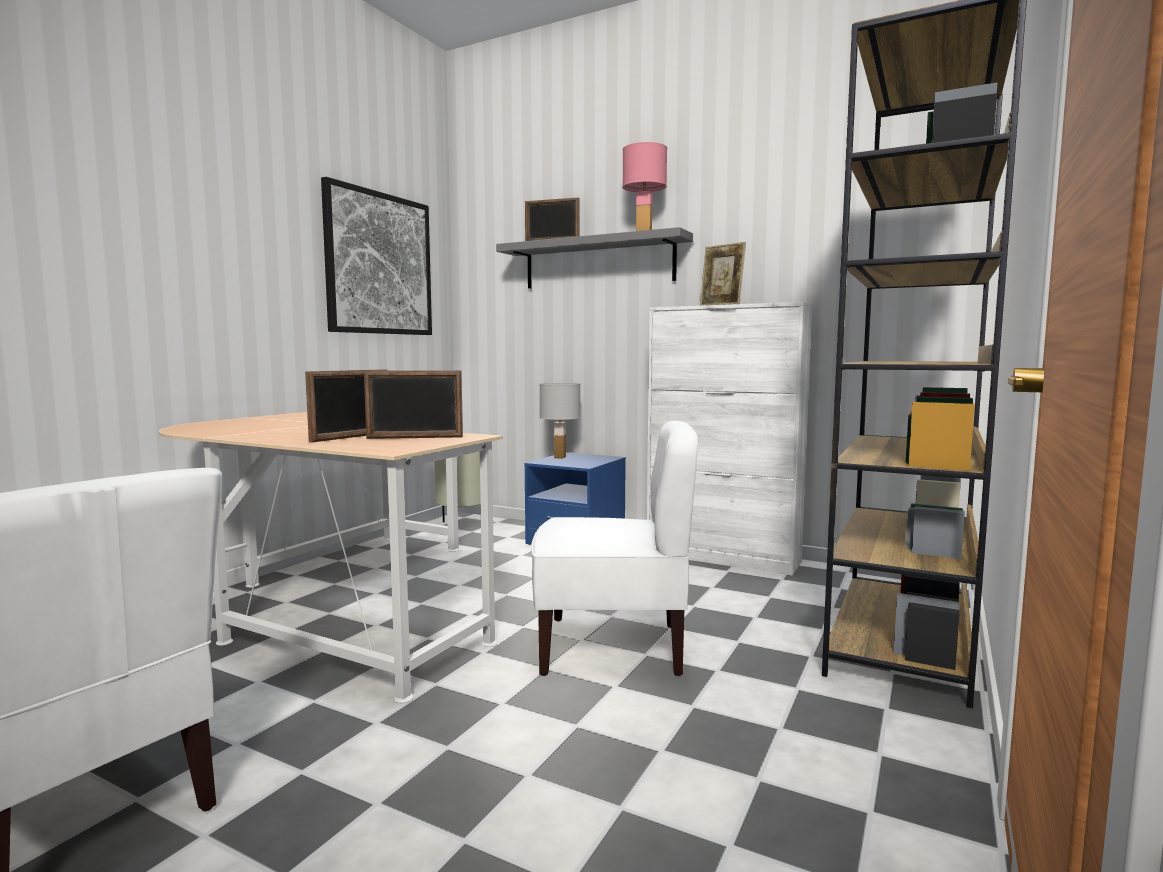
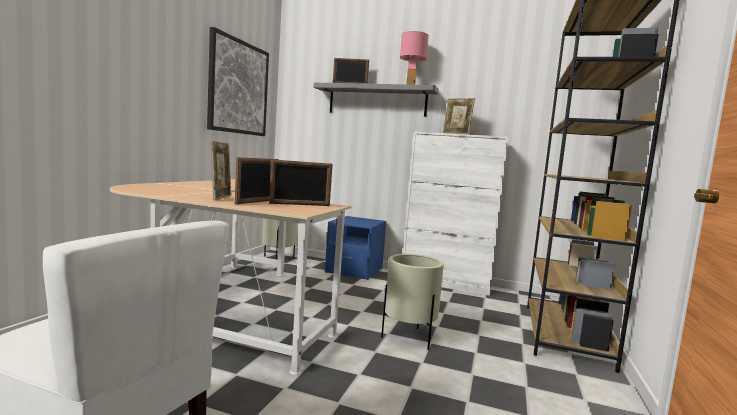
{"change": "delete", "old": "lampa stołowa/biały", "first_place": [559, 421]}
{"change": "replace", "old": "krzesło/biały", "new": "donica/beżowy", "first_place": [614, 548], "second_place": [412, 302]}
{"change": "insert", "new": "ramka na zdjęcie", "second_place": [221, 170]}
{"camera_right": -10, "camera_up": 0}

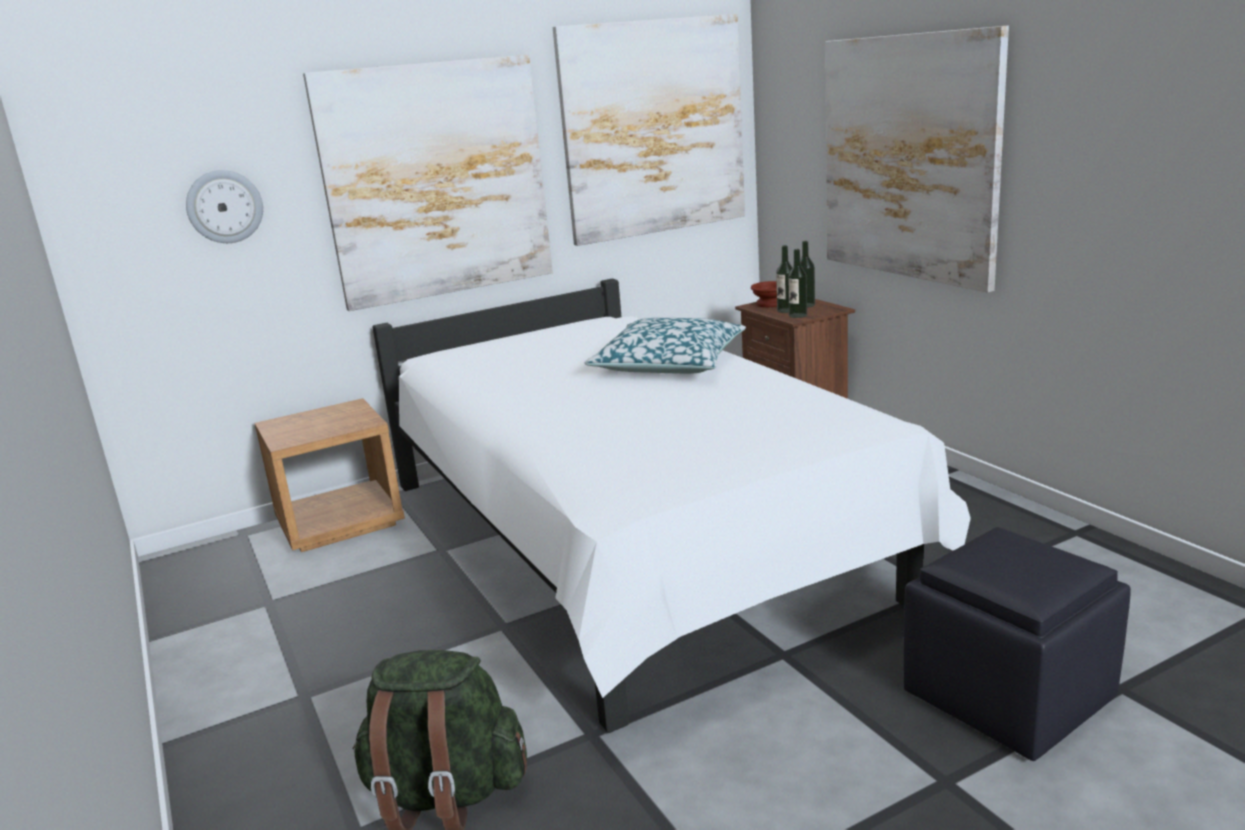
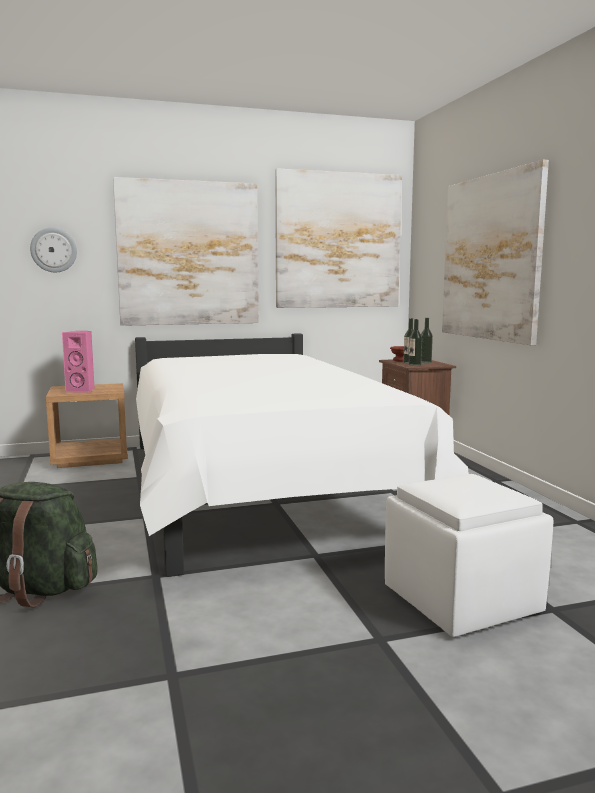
{"change": "delete", "old": "poduszka", "first_place": [665, 346]}
{"change": "recolor", "old": "pufa/czarny", "new": "pufa/biały", "first_place": [1017, 644], "second_place": [469, 555]}
{"change": "insert", "new": "głośnik/różowy", "second_place": [78, 362]}
{"camera_right": 10, "camera_up": -10}

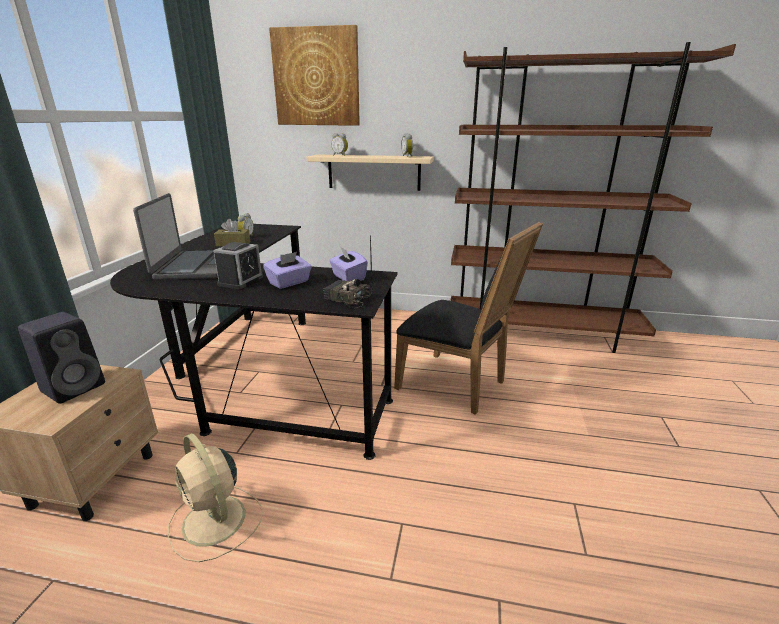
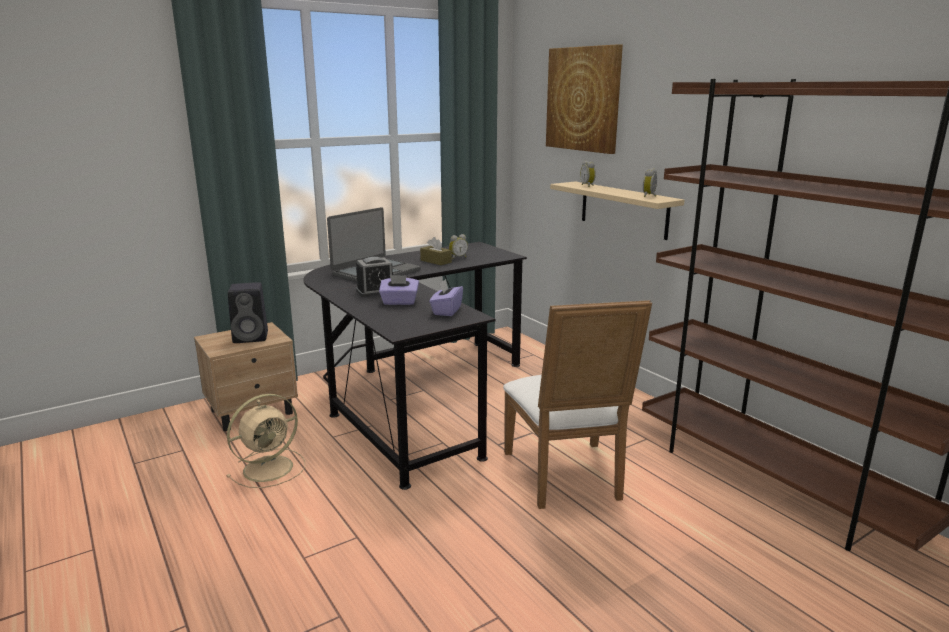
{"change": "recolor", "old": "krzesło/czarny", "new": "krzesło/biały", "first_place": [468, 318], "second_place": [577, 404]}
{"change": "delete", "old": "radio", "first_place": [348, 272]}
{"change": "rotate", "old": "wentylator/beżowy", "first_place": [215, 497], "second_place": [266, 441], "degrees": -135}
{"camera_right": 45, "camera_up": -5}

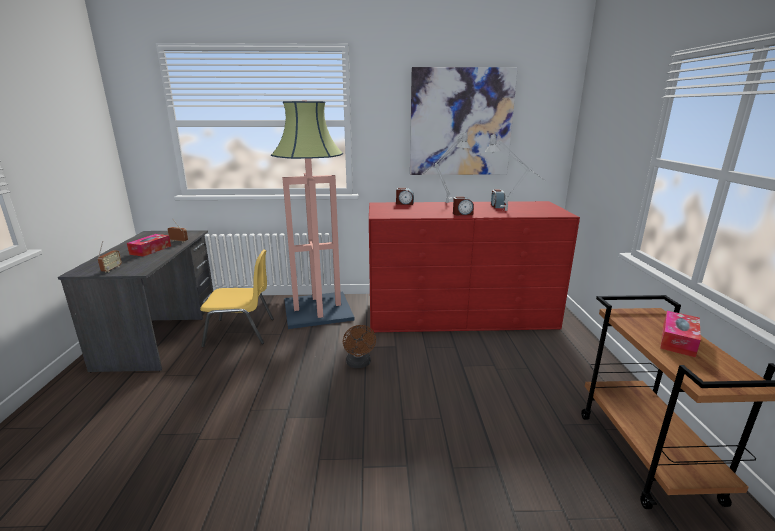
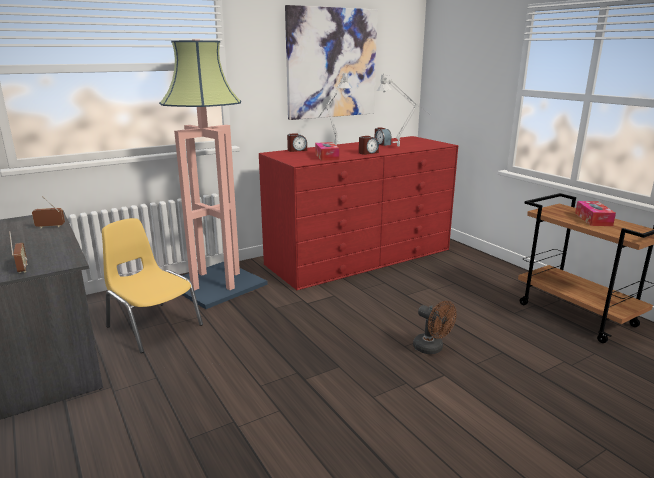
{"change": "move", "old": "pudełko chusteczek", "first_place": [149, 245], "second_place": [327, 151]}
{"change": "rotate", "old": "krzesło/żółty", "first_place": [237, 298], "second_place": [152, 285], "degrees": -105}
{"change": "move", "old": "wentylator/brązowy", "first_place": [359, 346], "second_place": [434, 327]}
{"camera_right": -30, "camera_up": 0}

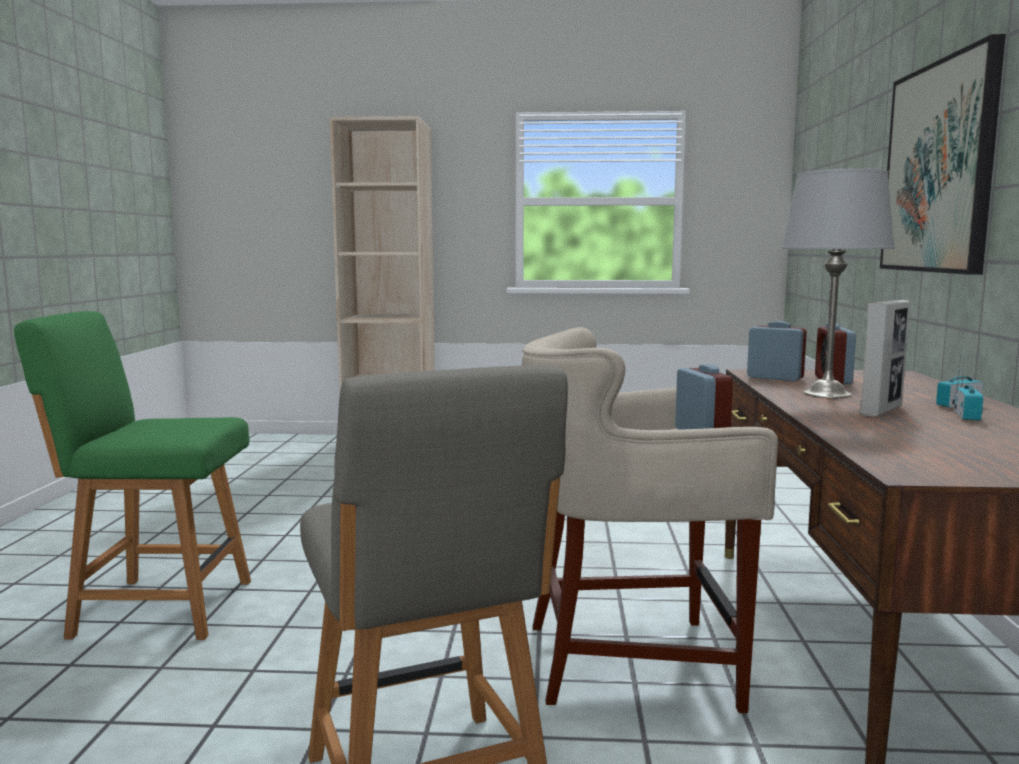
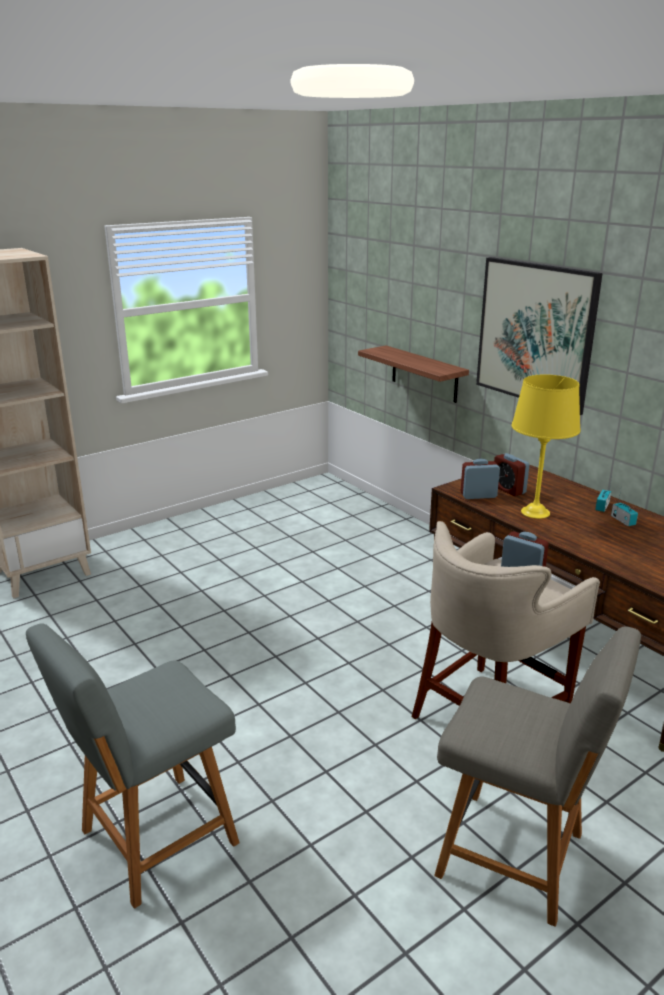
{"change": "recolor", "old": "lampa stołowa/szary", "new": "lampa stołowa/żółty", "first_place": [838, 283], "second_place": [546, 447]}
{"change": "delete", "old": "ramka na zdjęcie", "first_place": [885, 358]}
{"change": "recolor", "old": "krzesło/zielony", "new": "krzesło/szary", "first_place": [132, 475], "second_place": [132, 766]}
{"change": "insert", "new": "półka", "second_place": [413, 374]}
{"camera_right": -40, "camera_up": 15}

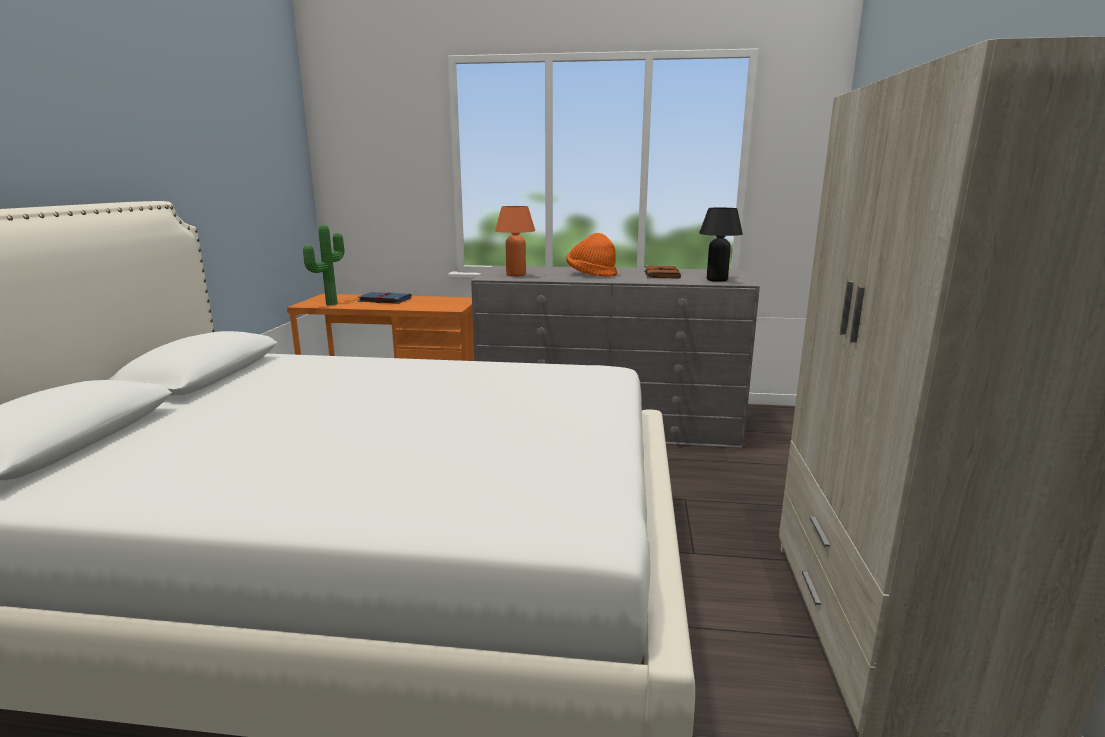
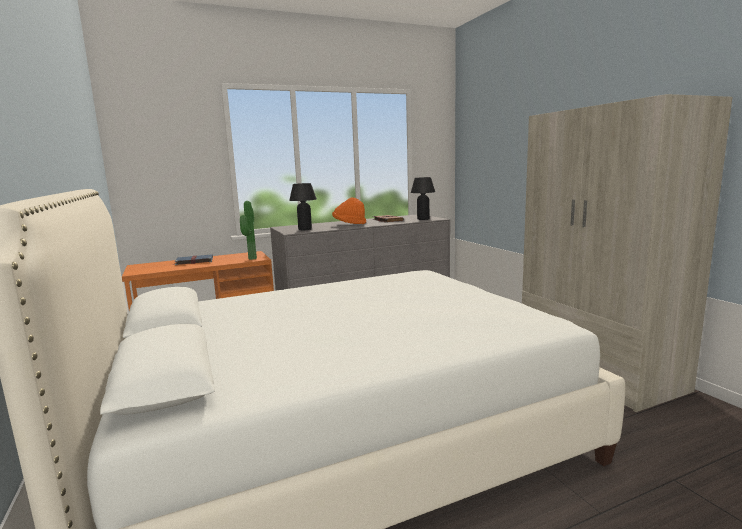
{"change": "recolor", "old": "lampa stołowa/pomarańczowy", "new": "lampa stołowa/czarny", "first_place": [515, 241], "second_place": [303, 206]}
{"change": "move", "old": "roślina doniczkowa", "first_place": [324, 265], "second_place": [248, 230]}
{"camera_right": -30, "camera_up": -5}

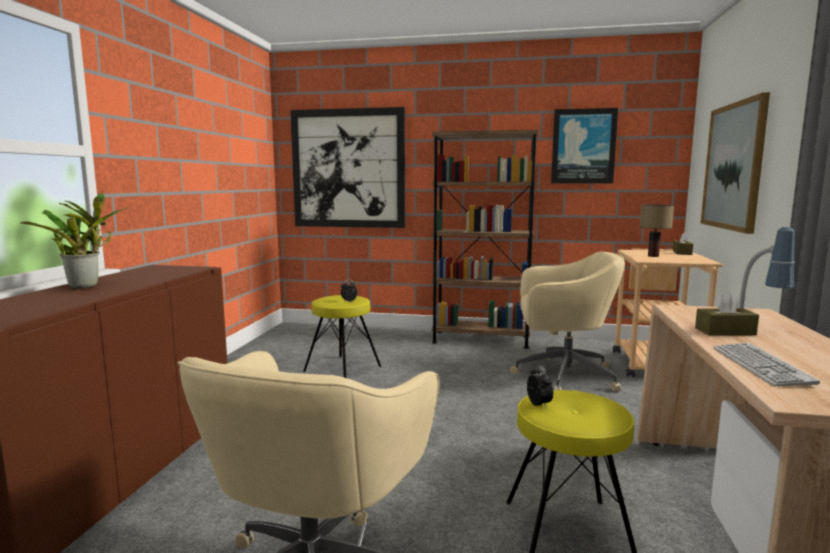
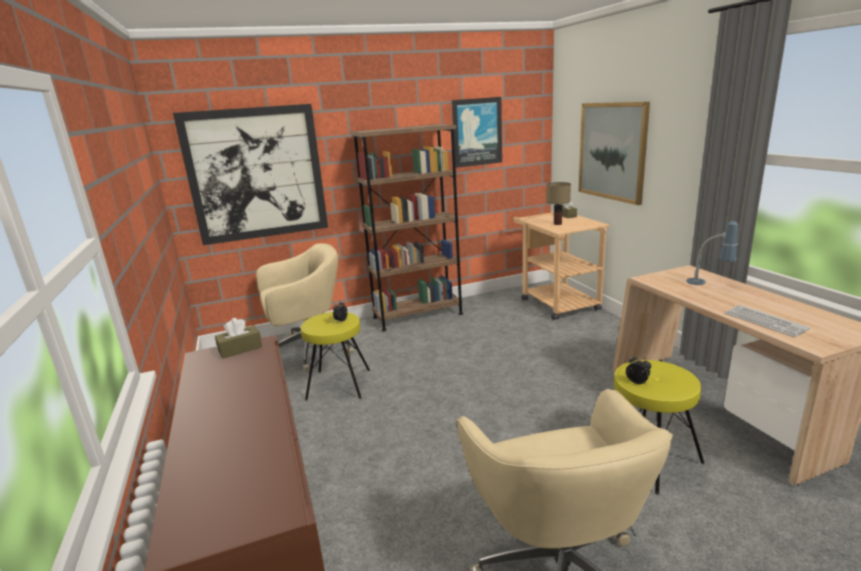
{"change": "delete", "old": "roślina doniczkowa", "first_place": [74, 241]}
{"change": "move", "old": "krzesło biurowe/beżowy", "first_place": [567, 321], "second_place": [305, 307]}
{"change": "move", "old": "pudełko chusteczek/brązowy", "first_place": [727, 313], "second_place": [238, 338]}
{"camera_right": -30, "camera_up": 10}

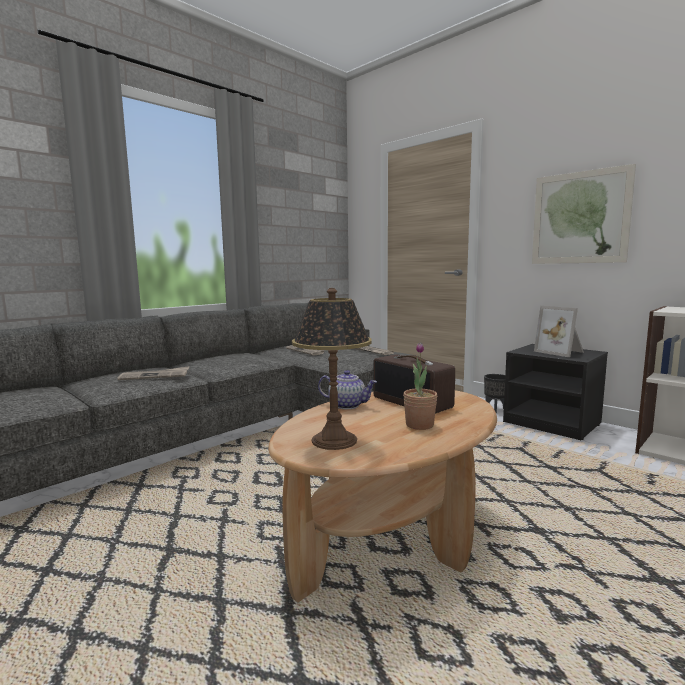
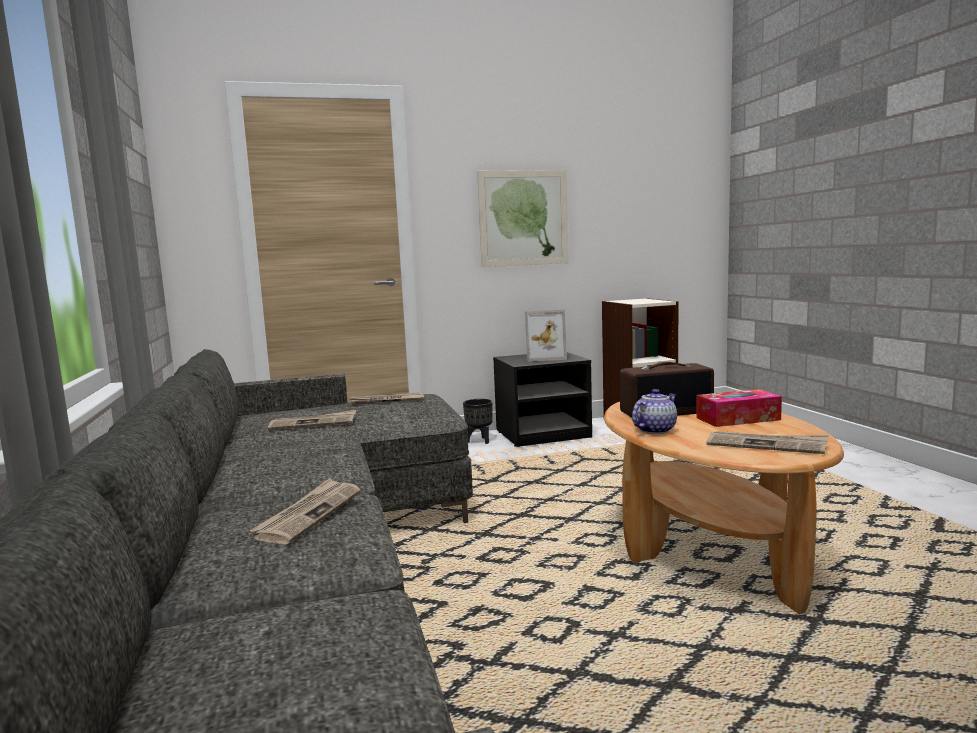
{"change": "replace", "old": "lampa stołowa", "new": "gazeta", "first_place": [332, 369], "second_place": [768, 442]}
{"change": "replace", "old": "roślina doniczkowa", "new": "pudełko chusteczek", "first_place": [420, 386], "second_place": [739, 408]}
{"camera_right": -60, "camera_up": 0}

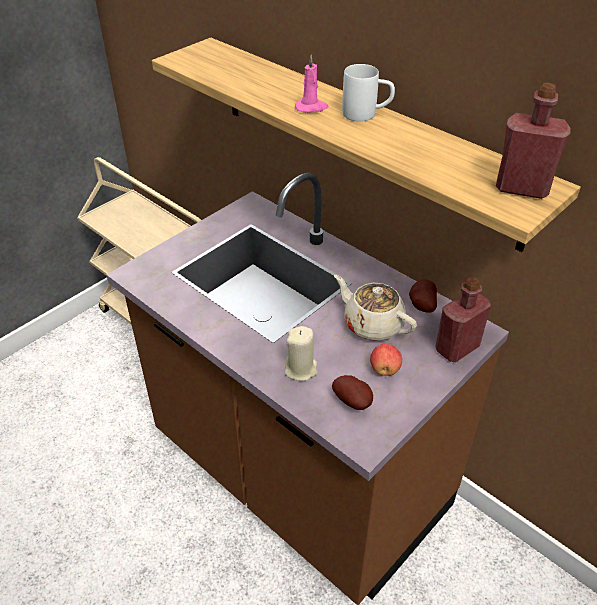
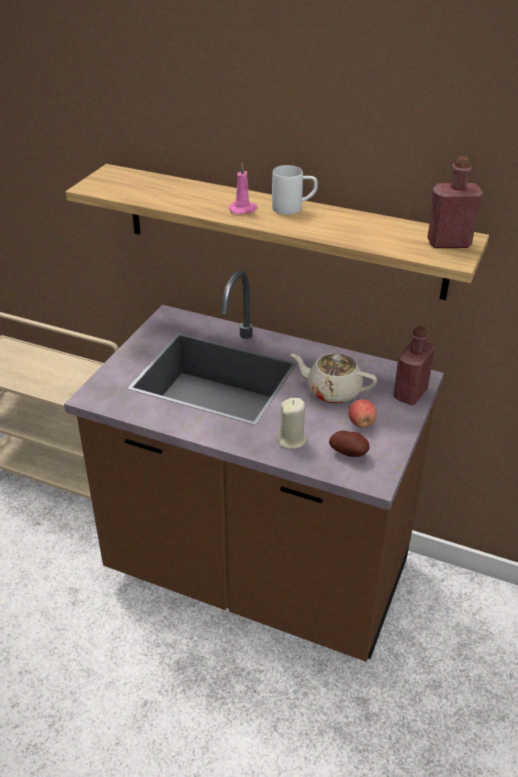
{"change": "delete", "old": "ziemniak", "first_place": [423, 296]}
{"camera_right": -20, "camera_up": -5}

